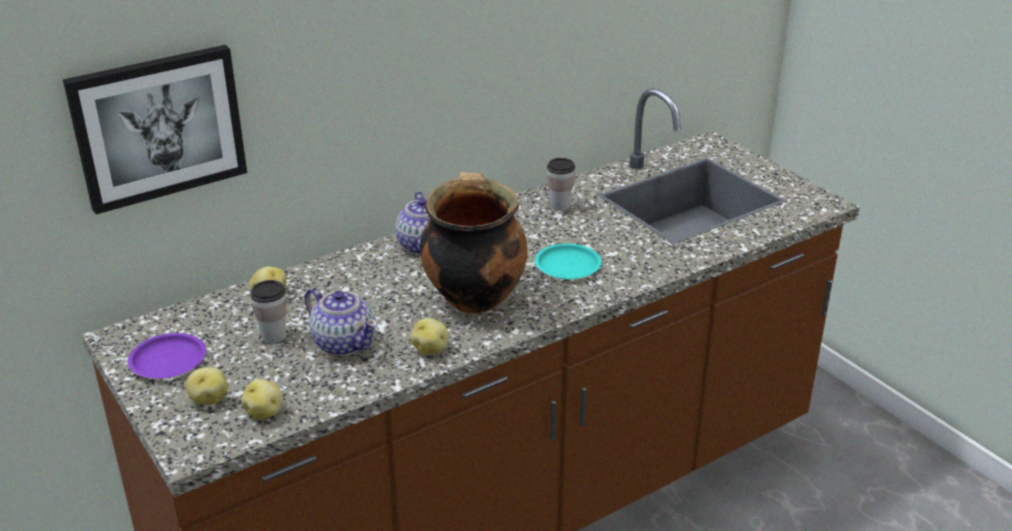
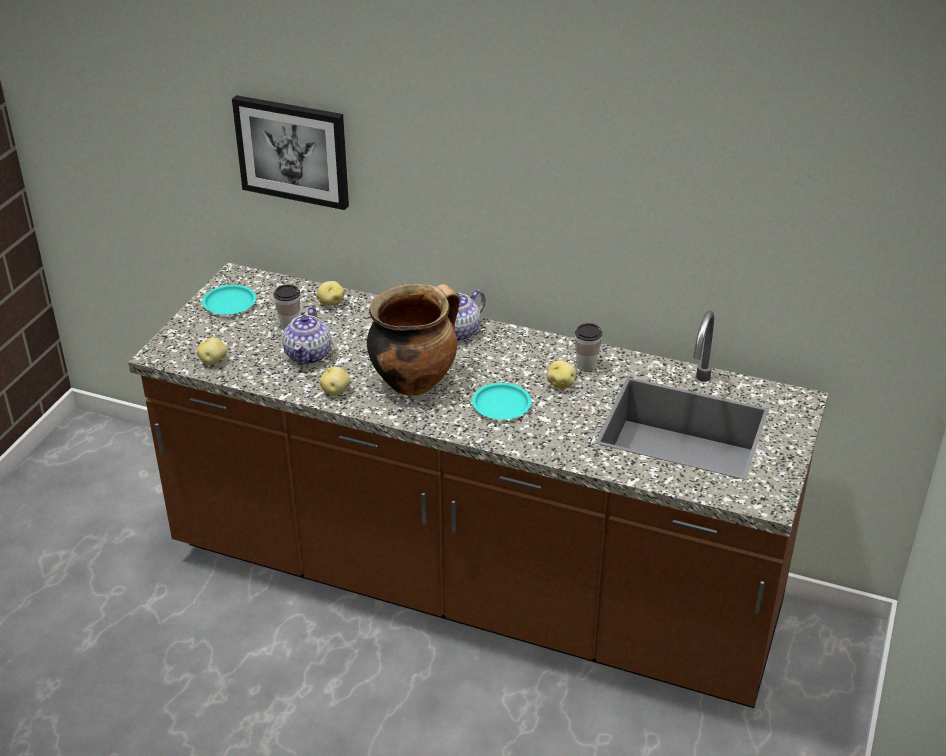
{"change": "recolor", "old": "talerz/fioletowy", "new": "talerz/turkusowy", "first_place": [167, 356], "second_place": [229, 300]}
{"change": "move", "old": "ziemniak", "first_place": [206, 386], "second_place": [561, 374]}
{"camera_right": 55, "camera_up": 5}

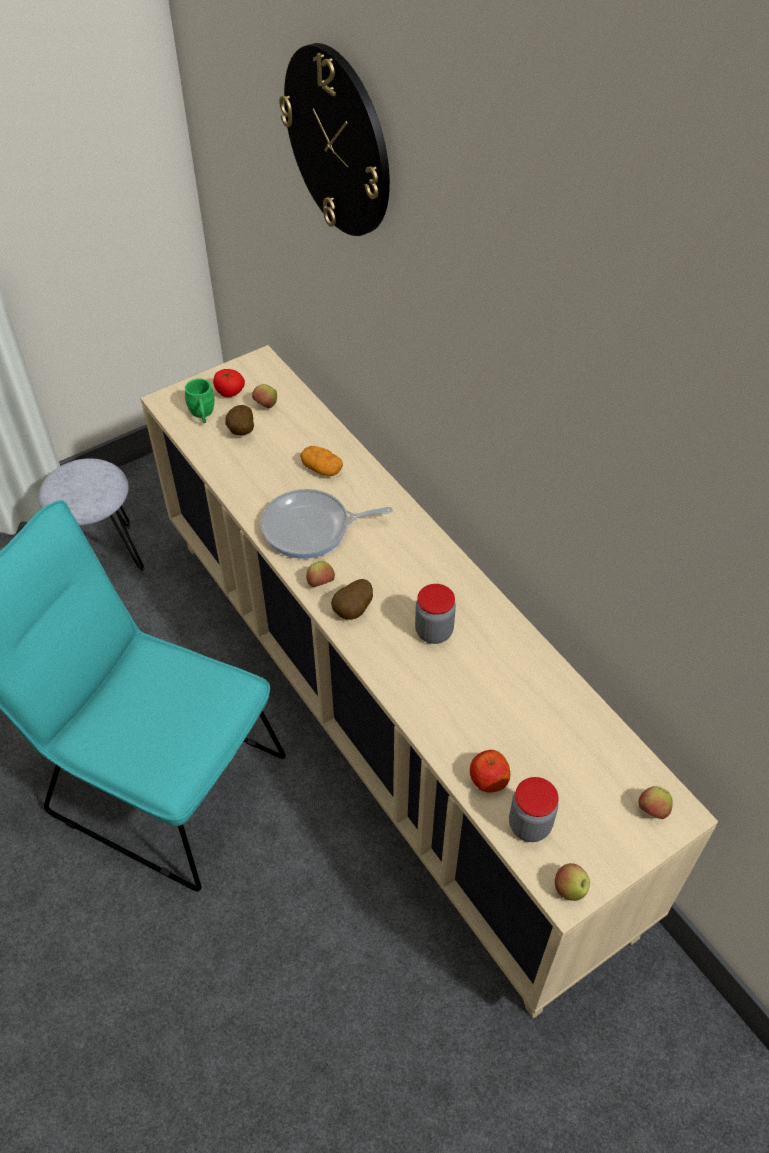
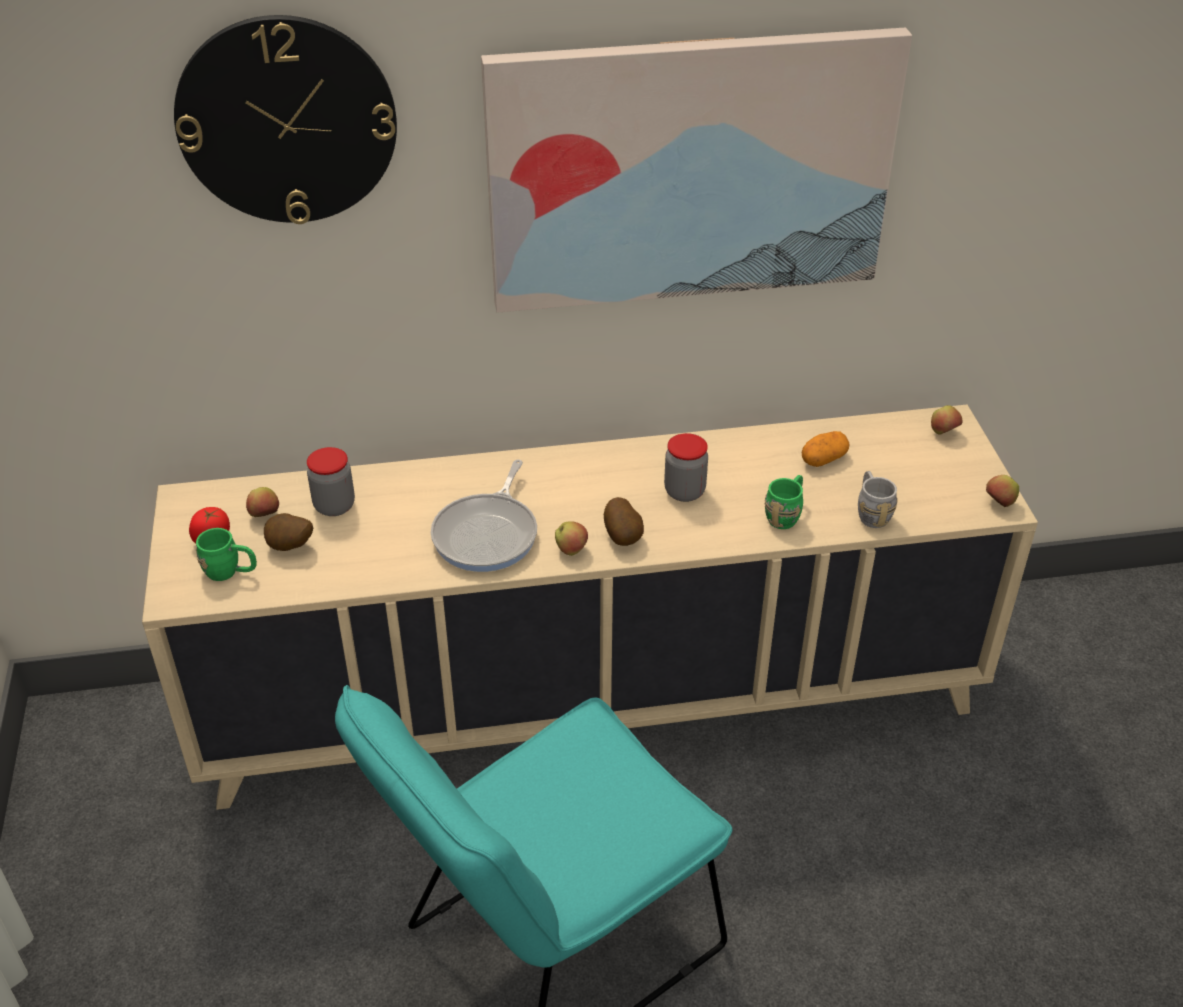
{"change": "move", "old": "ziemniak", "first_place": [321, 461], "second_place": [825, 449]}
{"change": "delete", "old": "stołek/szary", "first_place": [91, 515]}
{"change": "replace", "old": "jabłko", "new": "kubek/szary", "first_place": [490, 771], "second_place": [878, 499]}
{"change": "move", "old": "słoik", "first_place": [533, 809], "second_place": [331, 481]}
{"change": "insert", "new": "obraz", "second_place": [696, 170]}
{"change": "insert", "new": "kubek/zielony", "second_place": [783, 502]}
{"camera_right": -65, "camera_up": -10}

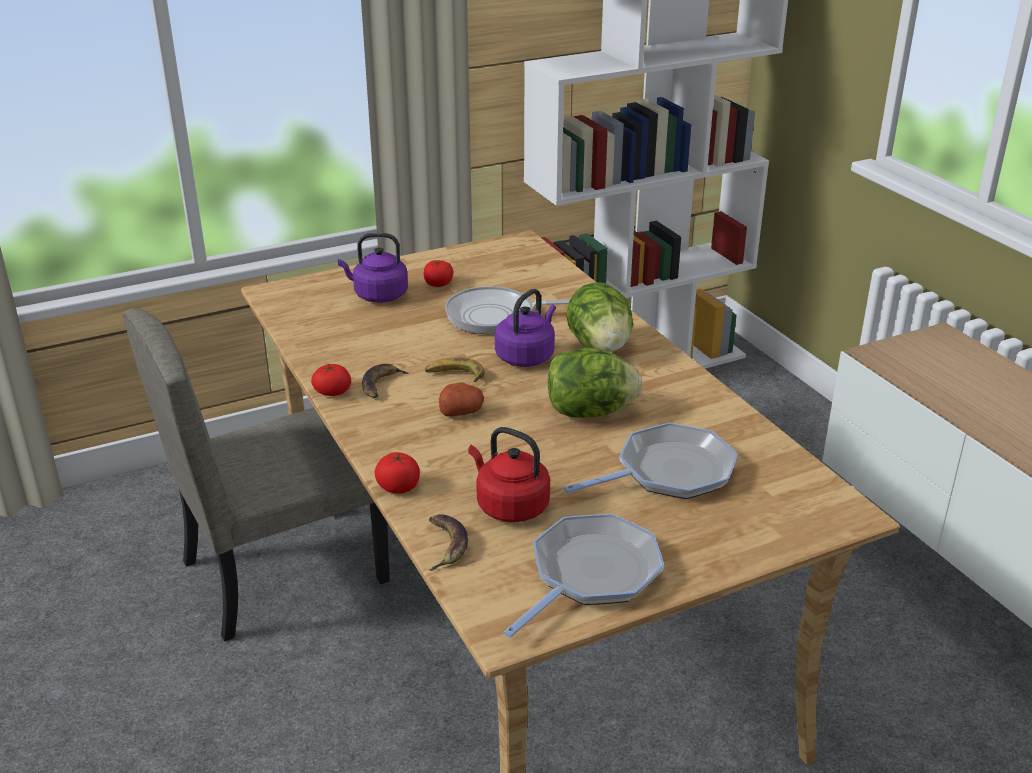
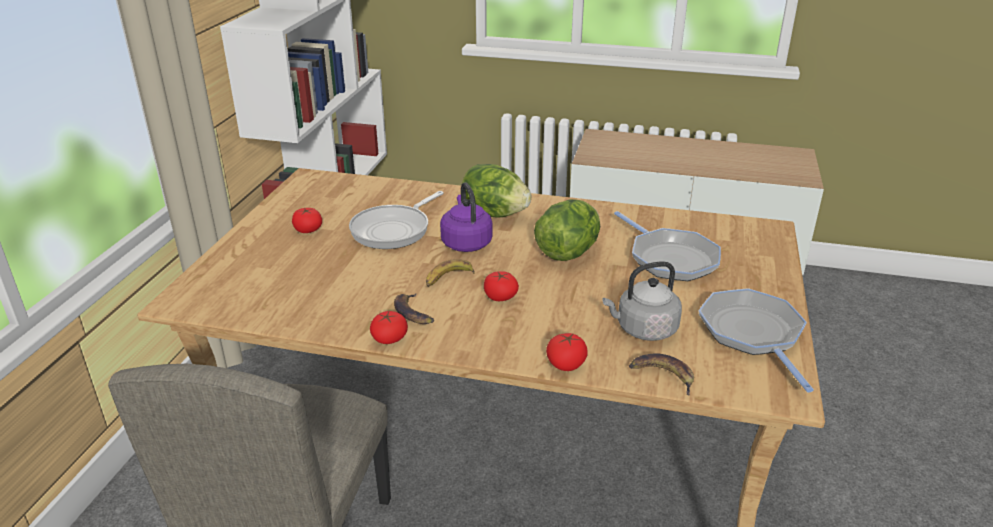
{"change": "delete", "old": "czajnik/fioletowy", "first_place": [373, 268]}
{"change": "replace", "old": "ziemniak", "new": "pomidor", "first_place": [461, 399], "second_place": [501, 286]}
{"change": "rotate", "old": "patelnia", "first_place": [650, 461], "second_place": [667, 246], "degrees": 135}
{"change": "recolor", "old": "czajnik/czerwony", "new": "czajnik/szary", "first_place": [509, 474], "second_place": [642, 301]}
{"camera_right": -50, "camera_up": 0}

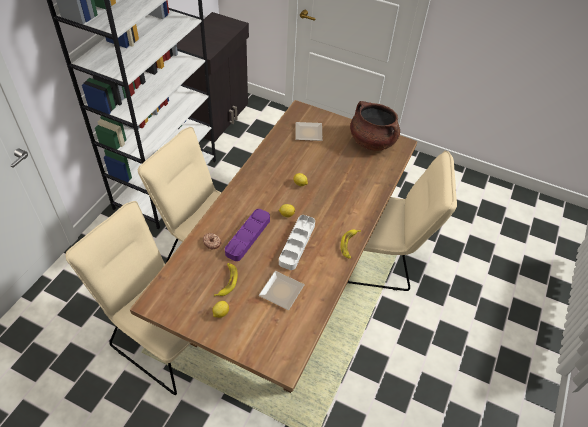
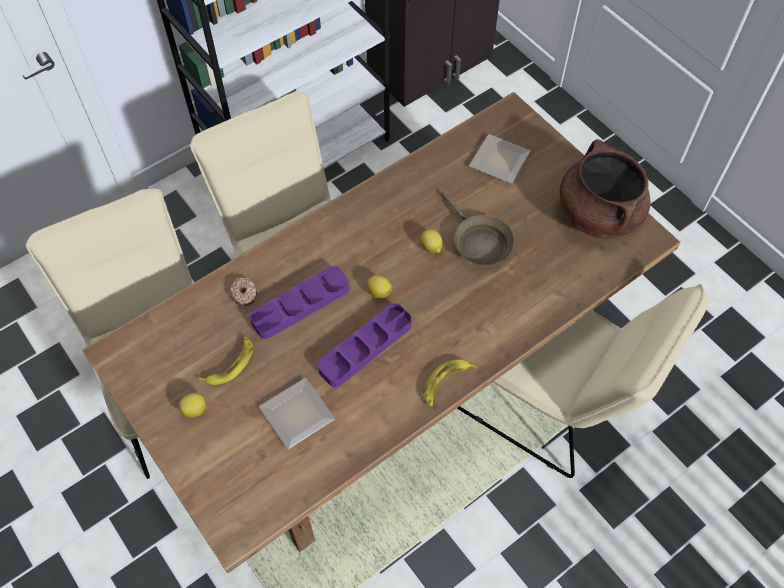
{"change": "recolor", "old": "taca/biały", "new": "taca/fioletowy", "first_place": [297, 242], "second_place": [365, 345]}
{"change": "insert", "new": "patelnia/brązowy", "second_place": [477, 228]}
{"camera_right": 30, "camera_up": 10}

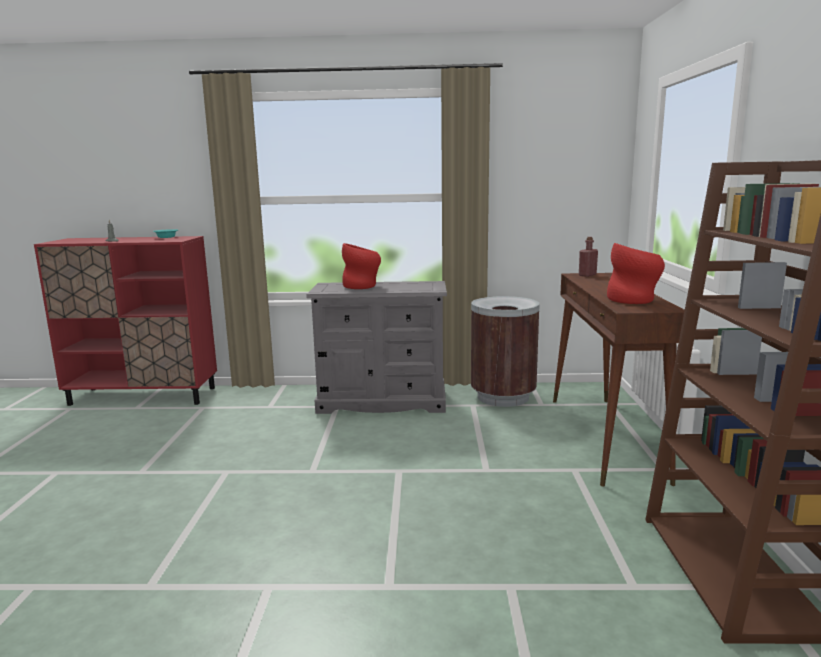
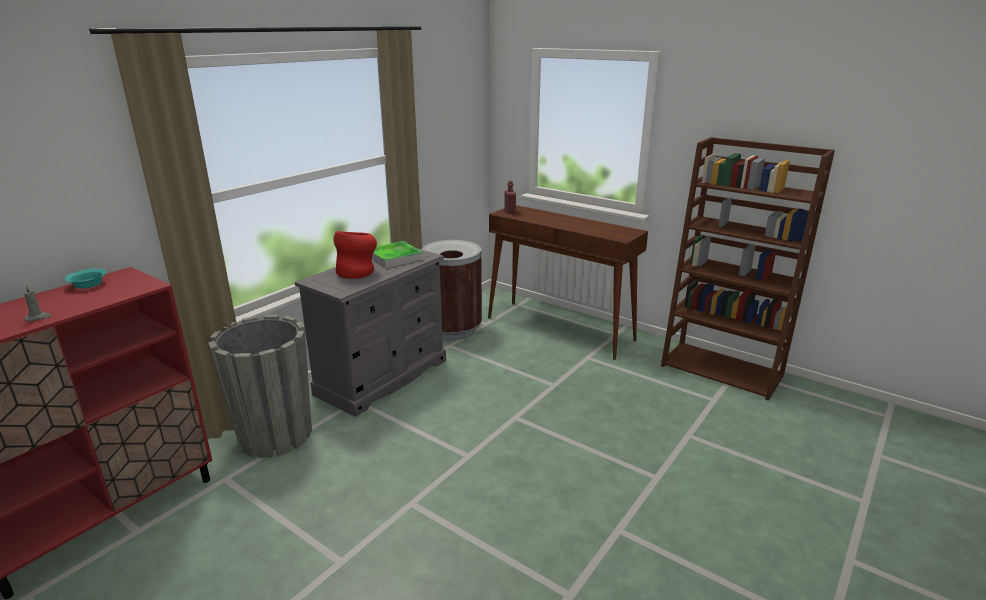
{"change": "delete", "old": "wazon/czerwony", "first_place": [636, 273]}
{"change": "insert", "new": "taca", "second_place": [397, 254]}
{"change": "insert", "new": "donica/szary", "second_place": [260, 386]}
{"camera_right": -55, "camera_up": 10}

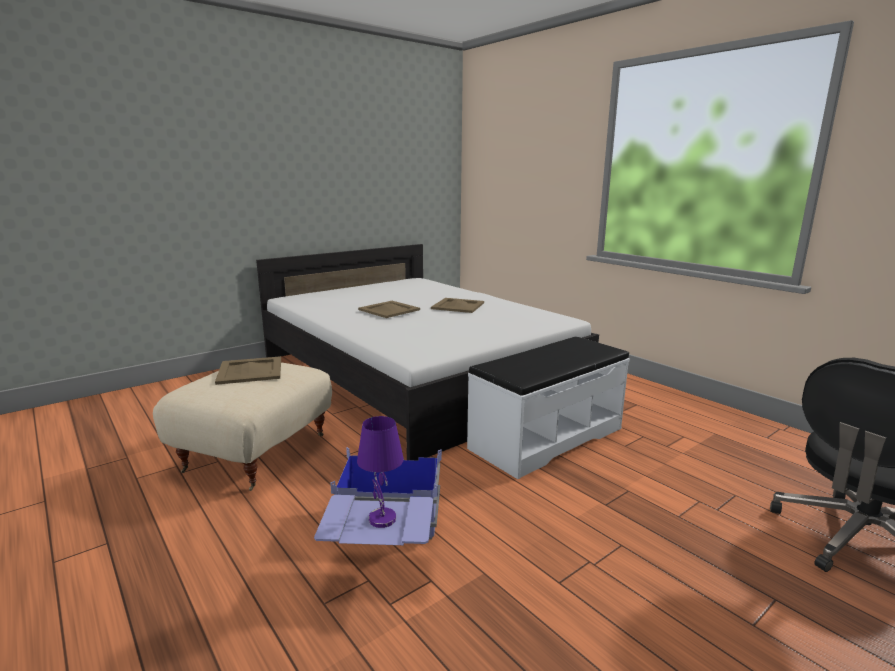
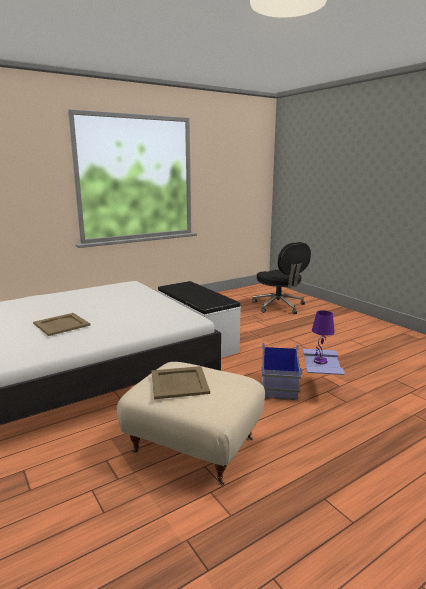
{"change": "delete", "old": "taca/beżowy", "first_place": [457, 305]}
{"camera_right": -85, "camera_up": 0}

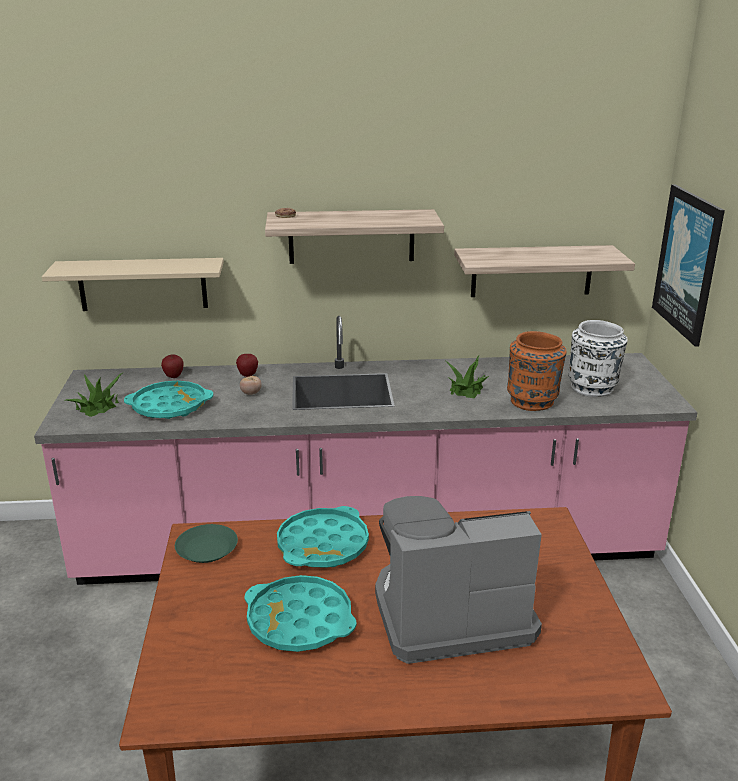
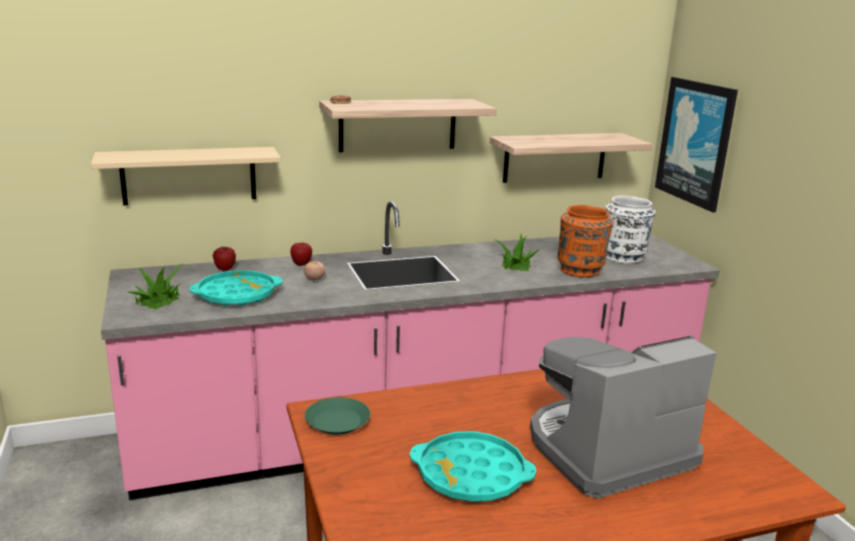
{"change": "delete", "old": "taca/turkusowy", "first_place": [323, 537]}
{"camera_right": -15, "camera_up": -5}

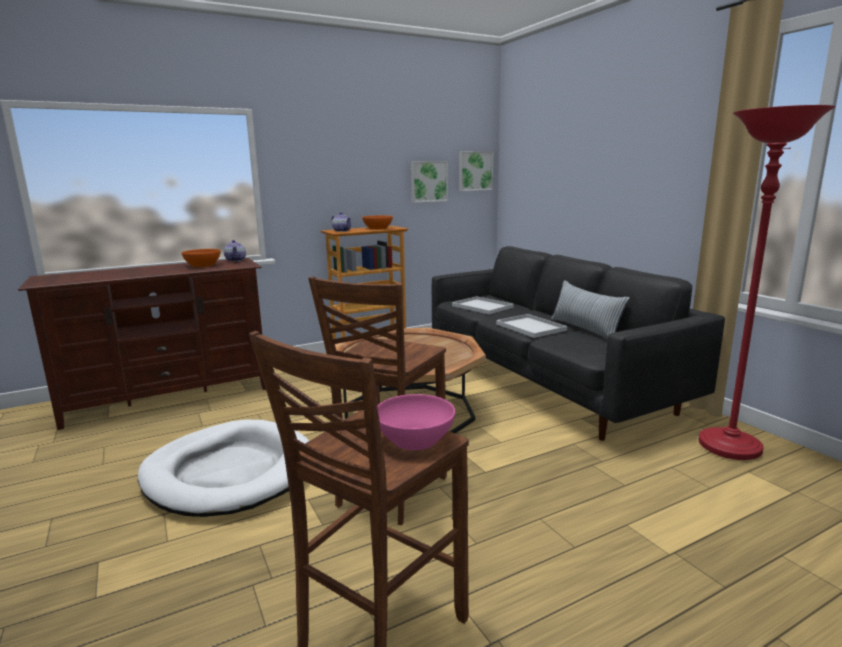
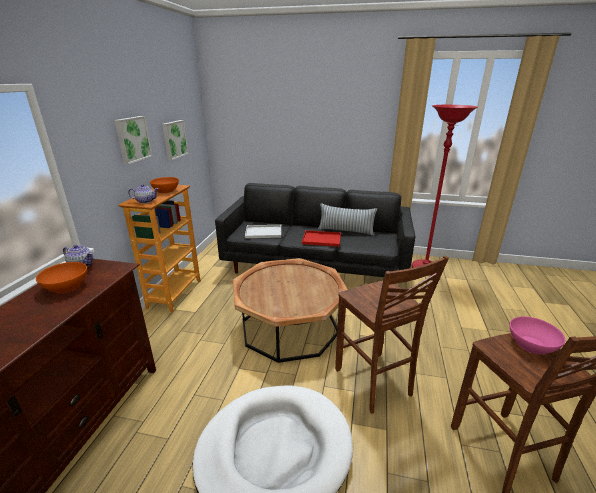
{"change": "move", "old": "obraz", "first_place": [476, 171], "second_place": [133, 140]}
{"change": "recolor", "old": "taca/biały", "new": "taca/czerwony", "first_place": [531, 326], "second_place": [321, 238]}
{"camera_right": -50, "camera_up": 10}

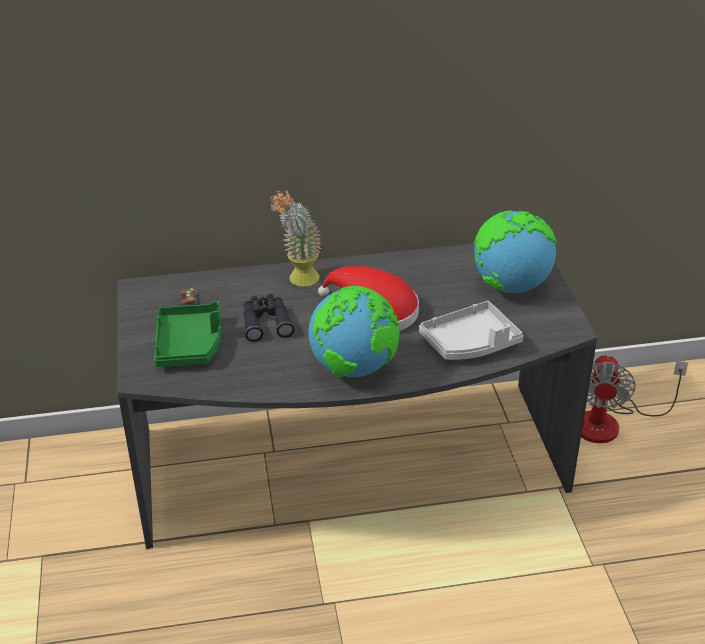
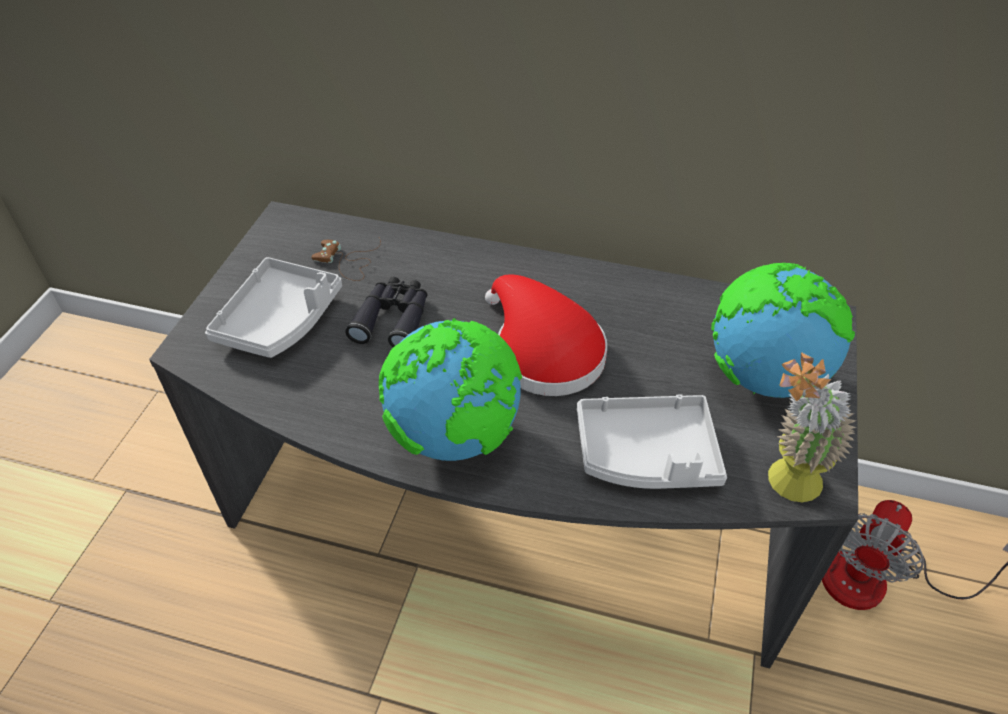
{"change": "move", "old": "roślina doniczkowa", "first_place": [295, 238], "second_place": [812, 427]}
{"change": "recolor", "old": "taca/zielony", "new": "taca/szary", "first_place": [187, 334], "second_place": [273, 307]}
{"camera_right": 25, "camera_up": 10}

